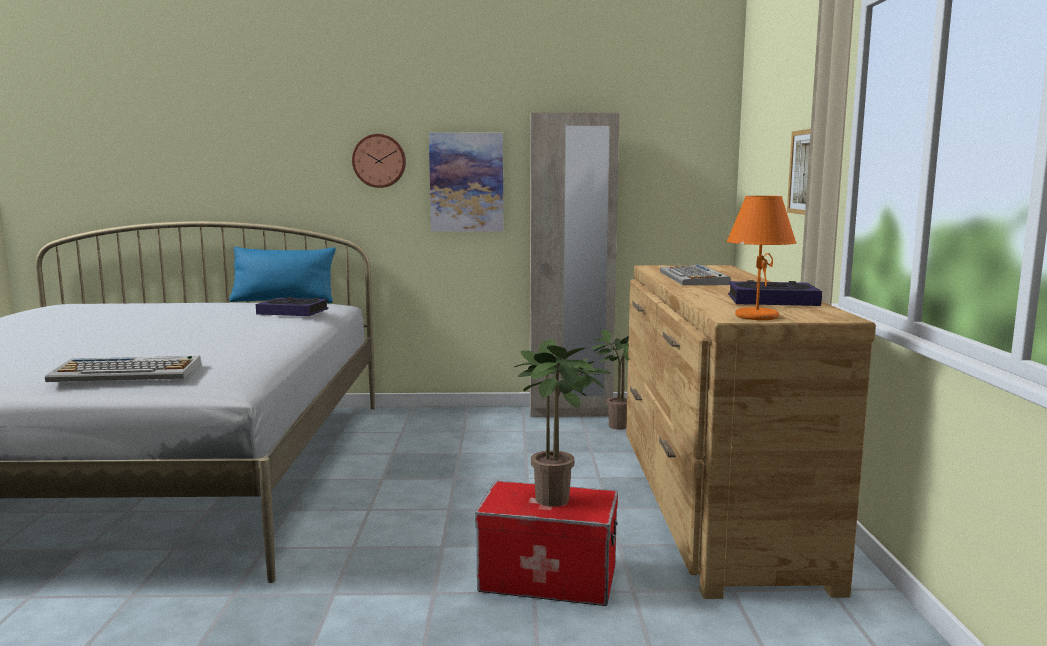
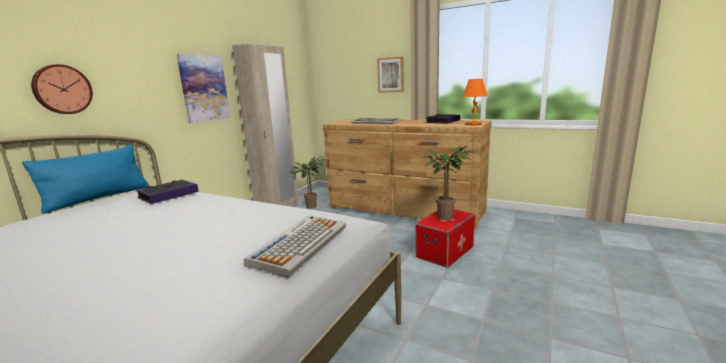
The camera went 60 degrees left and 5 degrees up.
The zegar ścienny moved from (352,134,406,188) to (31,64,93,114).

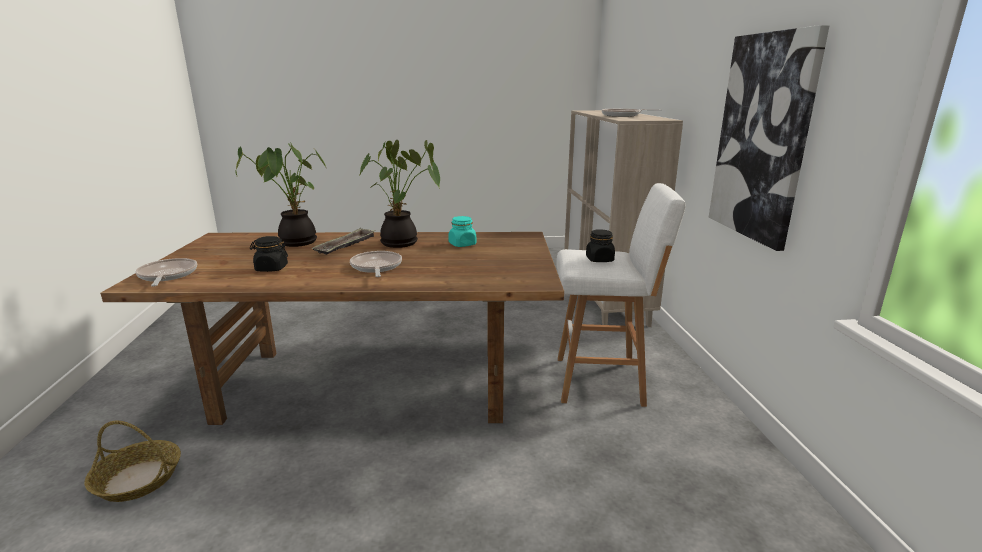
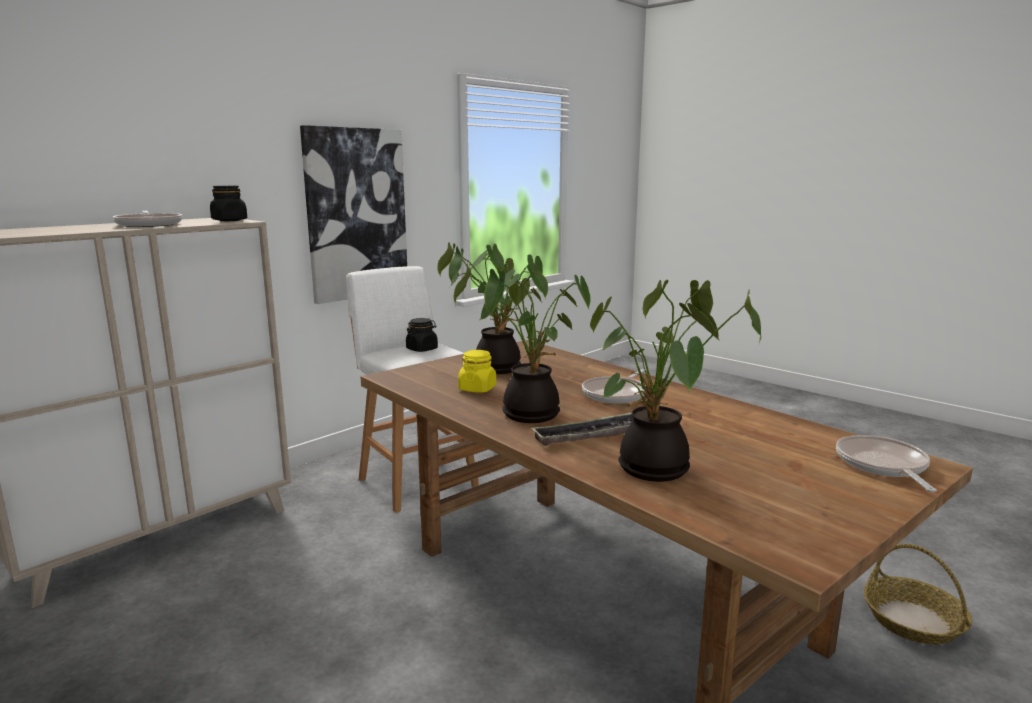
The camera went 130 degrees left and 5 degrees down.
The patelnia at (135,258,197,286) turned 150 degrees clockwise.
The słoik (czarny) moved from (250,236,288,272) to (210,185,247,221).
The słoik (turkusowy) at (448,216,476,247) became the słoik (żółty) at (458,350,496,393).
The roślina doniczkowa at (437,242,543,374) appeared.

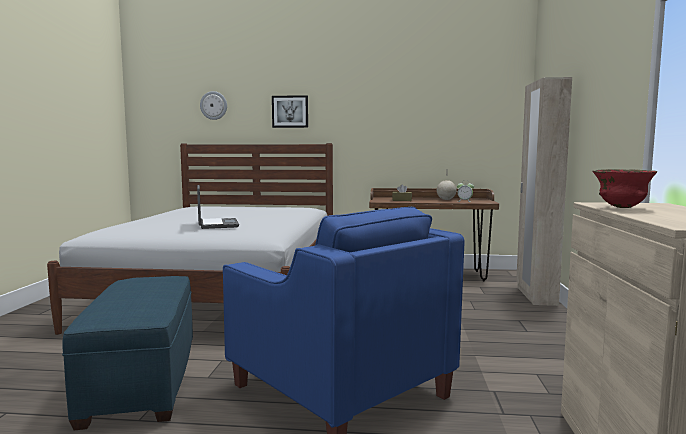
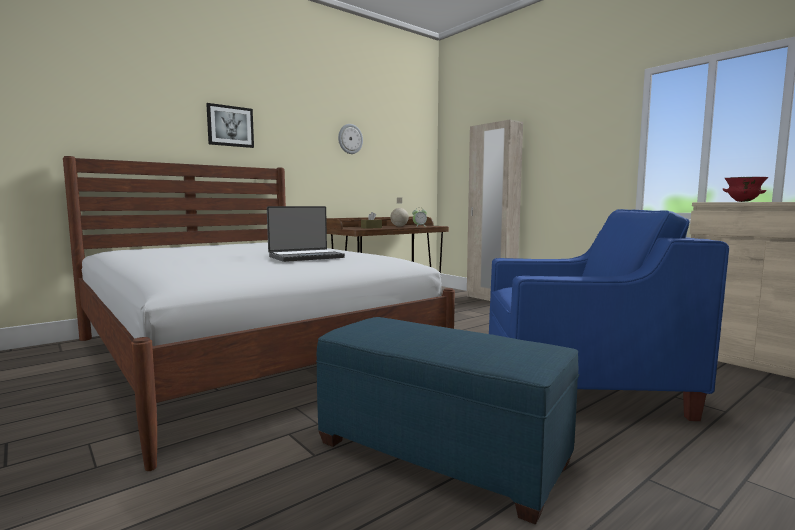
The camera went 45 degrees left and 0 degrees up.
The laptop at (197,185,239,229) turned 120 degrees clockwise.
The zegar ścienny moved from (200,91,227,120) to (338,124,363,154).

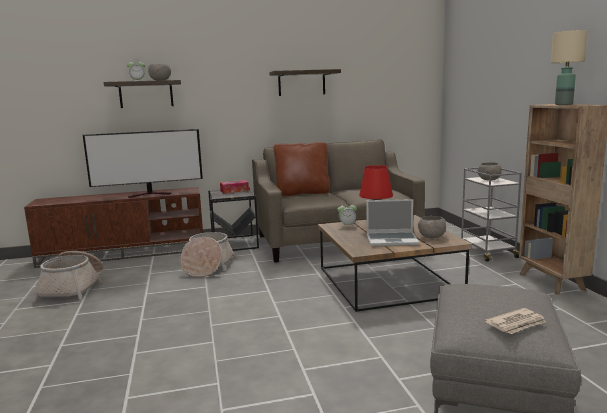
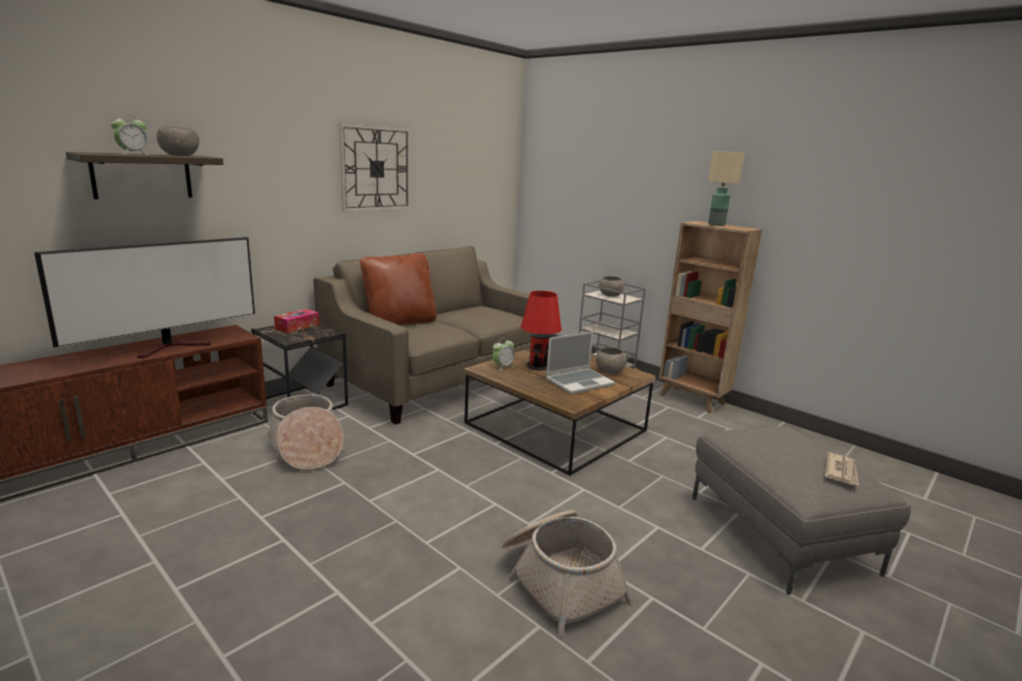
The camera went 35 degrees left and 5 degrees up.
The koszyk moved from (33,251,103,301) to (502,510,633,638).
The półka at (269,69,341,96) was replaced by the zegar ścienny at (339,123,411,212).

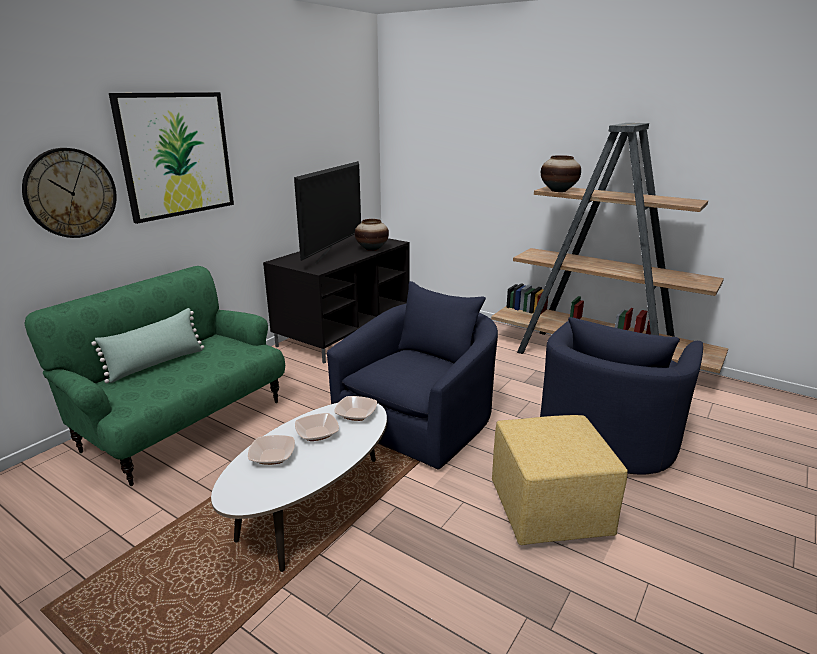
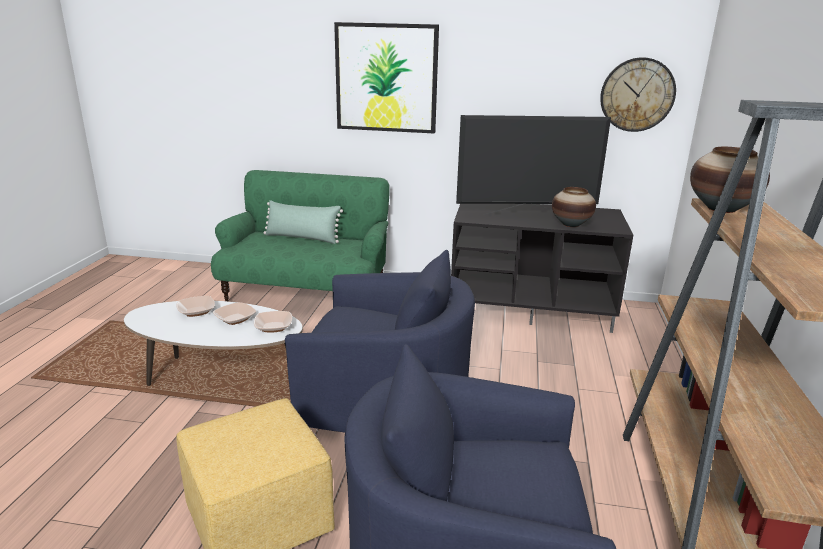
The camera went 65 degrees right and 0 degrees up.
The zegar ścienny moved from (22,148,117,238) to (600,57,676,132).

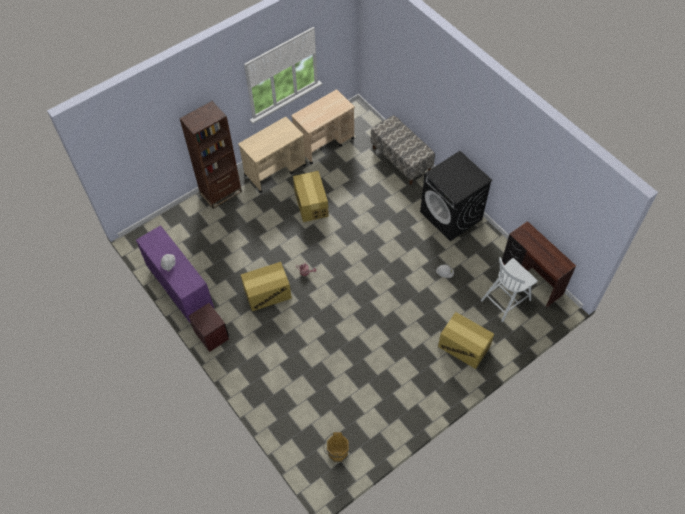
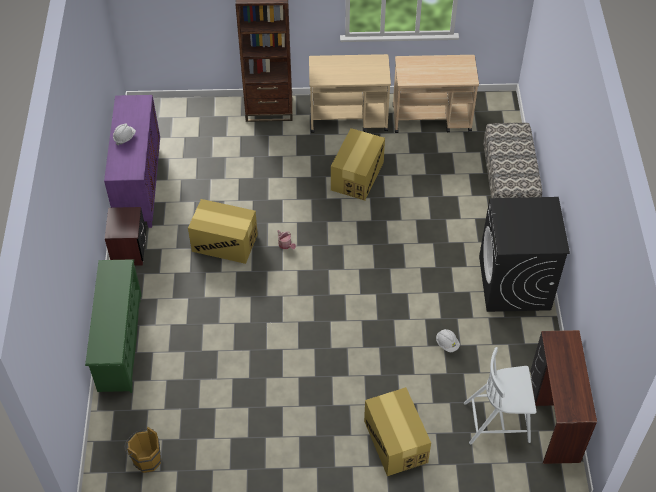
The camera went 35 degrees right and 5 degrees down.
The regał na buty (zielony) at (85,259,142,393) appeared.

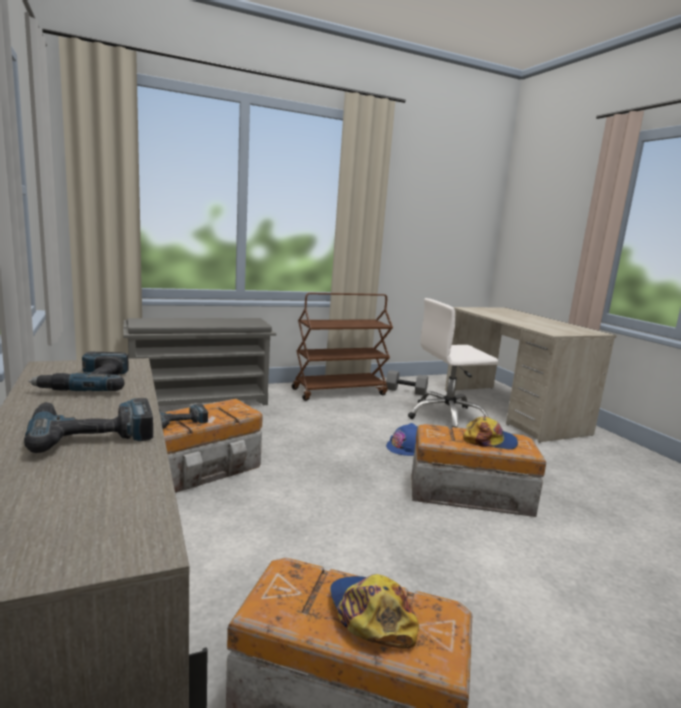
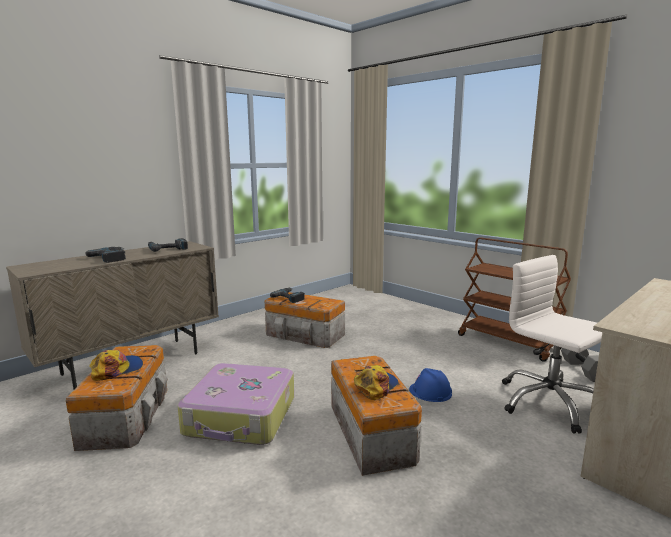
The camera went 70 degrees right and 0 degrees up.
The regał na buty (szary) at (123,318,276,406) disappeared.
The czapka z daszkiem at (463,416,518,450) turned 135 degrees counterclockwise.
The walizka at (177,363,294,445) appeared.

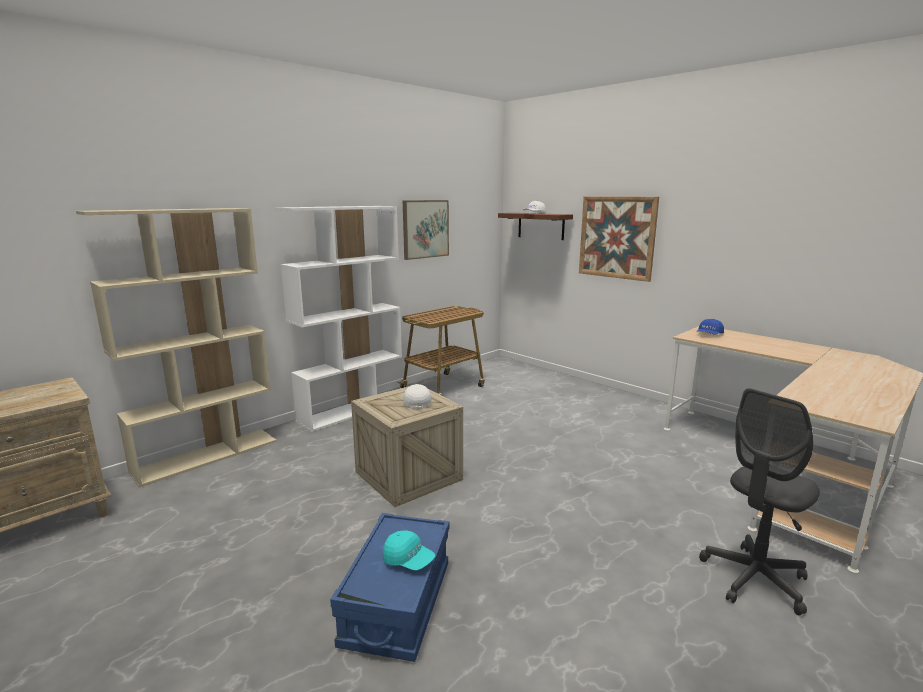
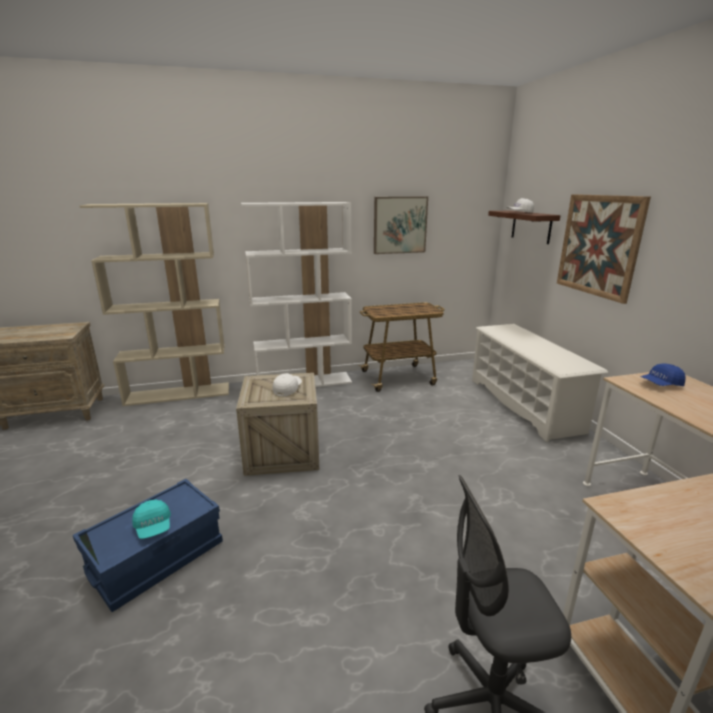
The camera went 30 degrees right and 5 degrees up.
The regał na buty (biały) at (472,324,608,442) appeared.

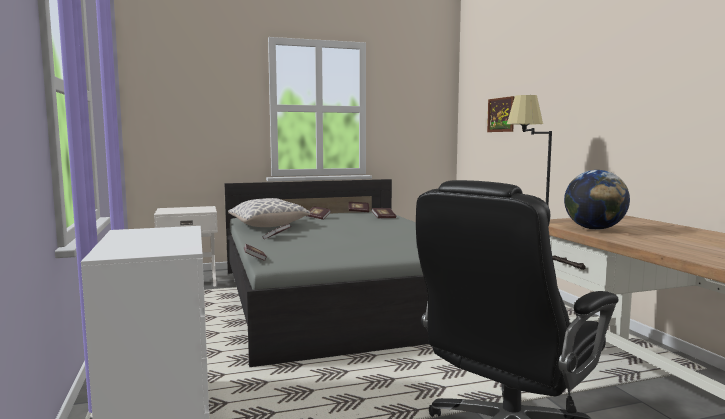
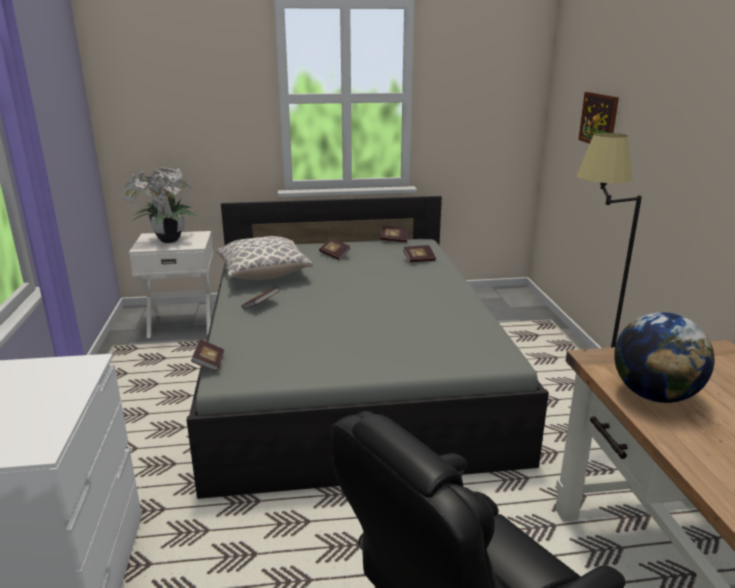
The camera went 10 degrees right and 15 degrees up.
The roślina doniczkowa at (121,167,197,243) appeared.

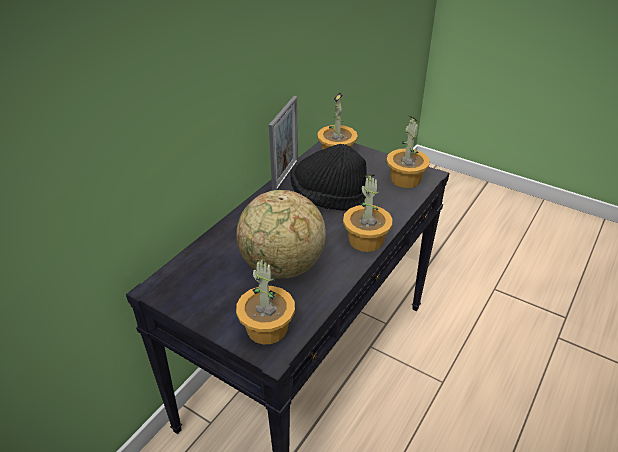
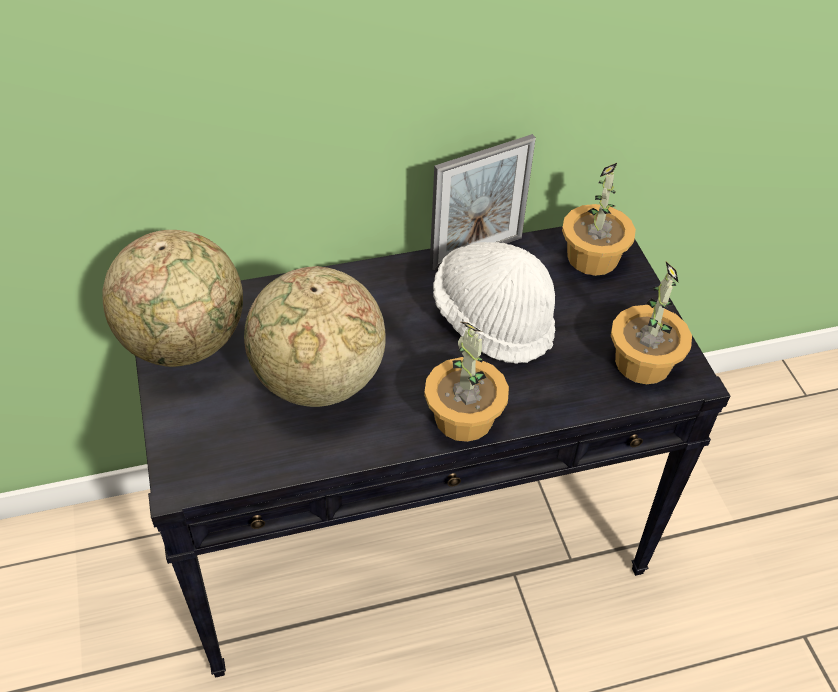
The camera went 40 degrees right and 10 degrees up.
The roślina doniczkowa at (236,259,295,344) disappeared.
The kapelusz (czarny) at (290,144,367,211) became the kapelusz (biały) at (433,242,555,364).
The globus at (102,230,243,367) appeared.

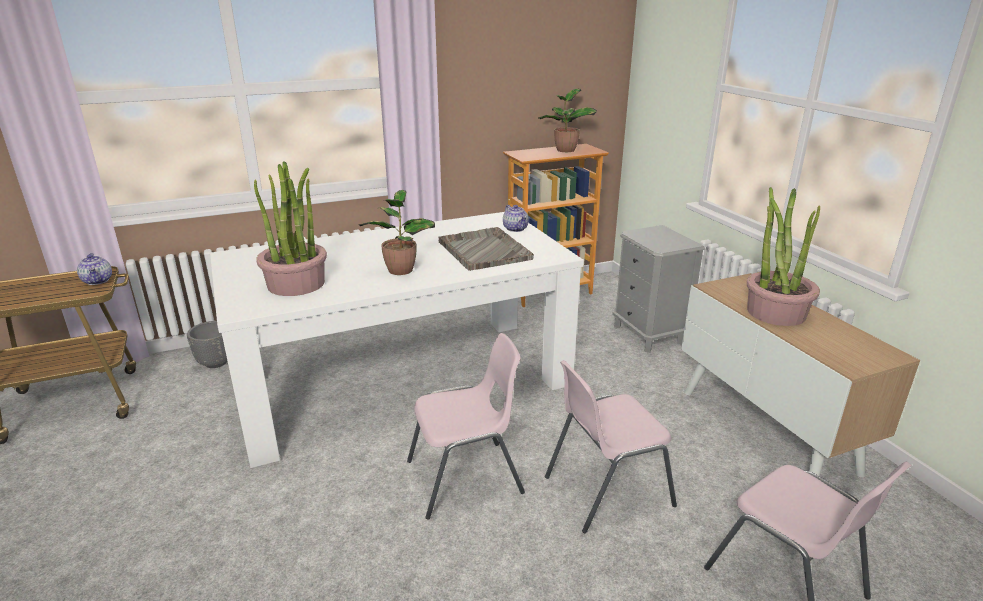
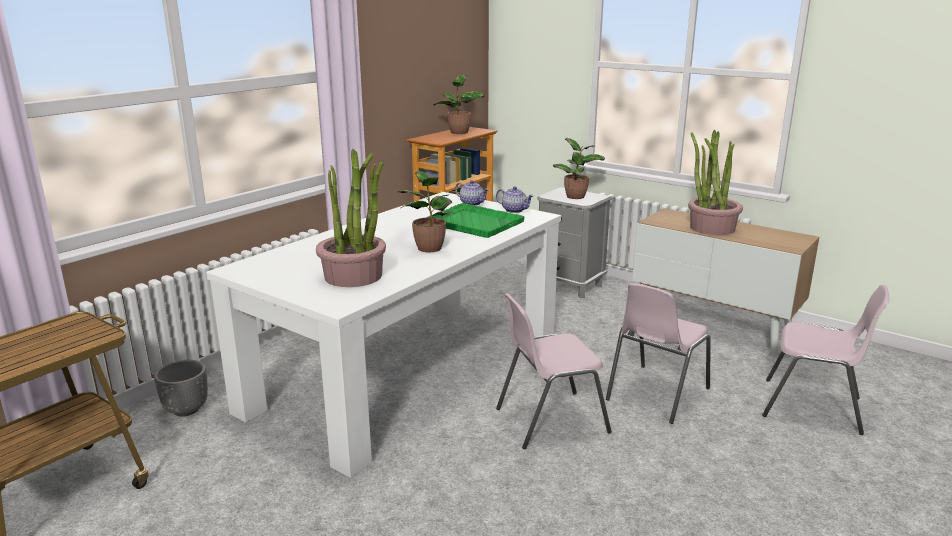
The camera went 30 degrees left and 5 degrees down.
The imbryk moved from (77,253,112,285) to (496,187,534,213).
The krzesło (różowy) at (407,333,525,520) turned 150 degrees counterclockwise.
The taca (szary) at (438,227,534,271) became the taca (zielony) at (426,203,524,238).
The roślina doniczkowa at (553,138,605,199) appeared.

